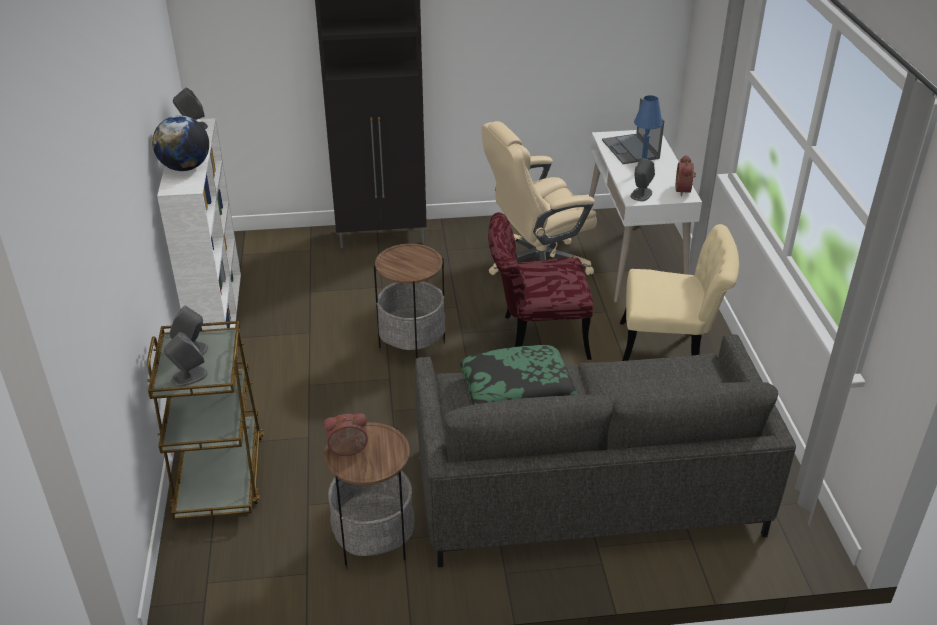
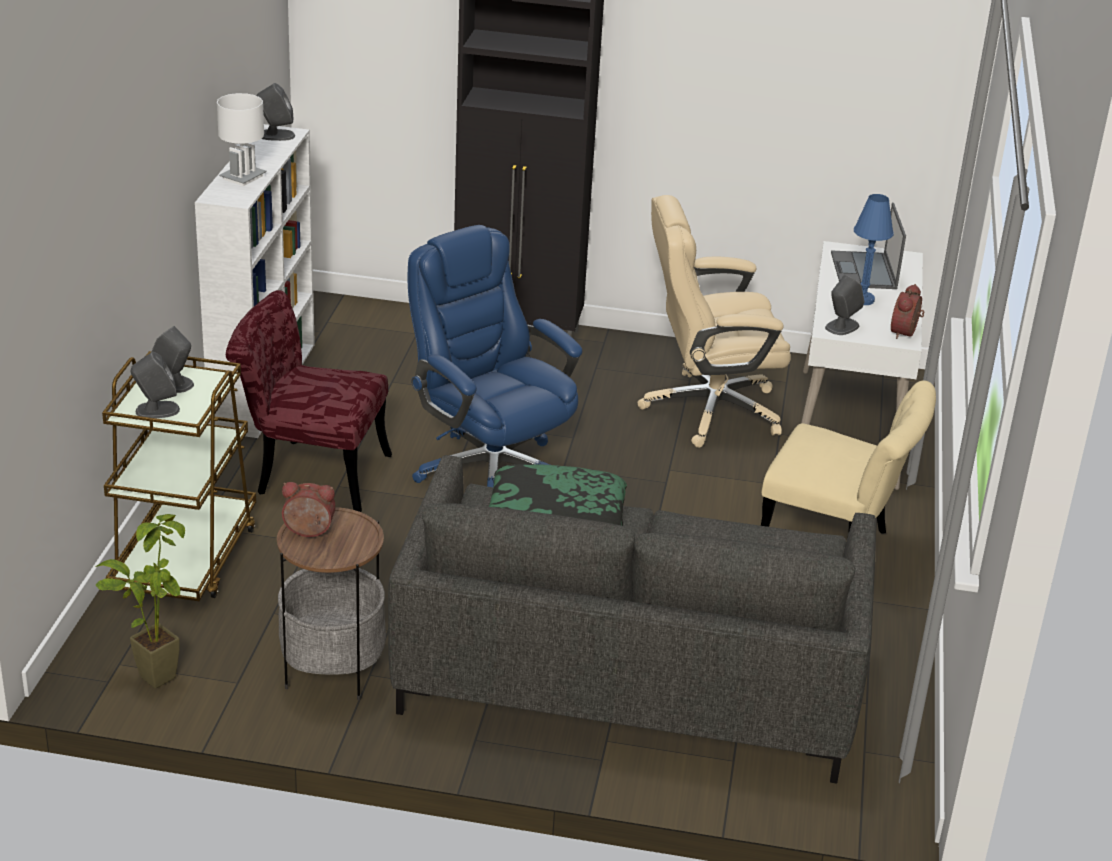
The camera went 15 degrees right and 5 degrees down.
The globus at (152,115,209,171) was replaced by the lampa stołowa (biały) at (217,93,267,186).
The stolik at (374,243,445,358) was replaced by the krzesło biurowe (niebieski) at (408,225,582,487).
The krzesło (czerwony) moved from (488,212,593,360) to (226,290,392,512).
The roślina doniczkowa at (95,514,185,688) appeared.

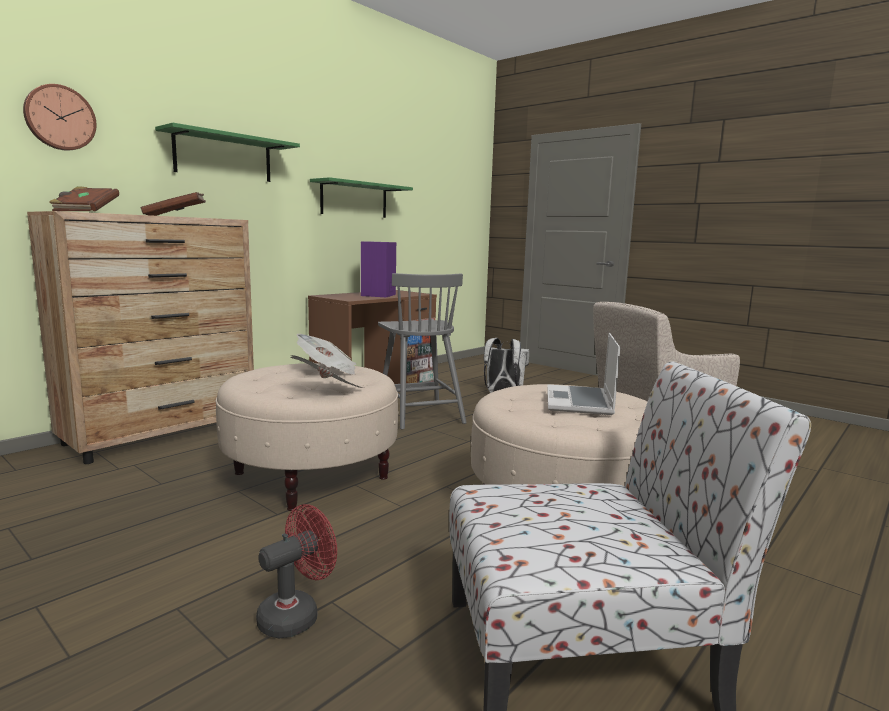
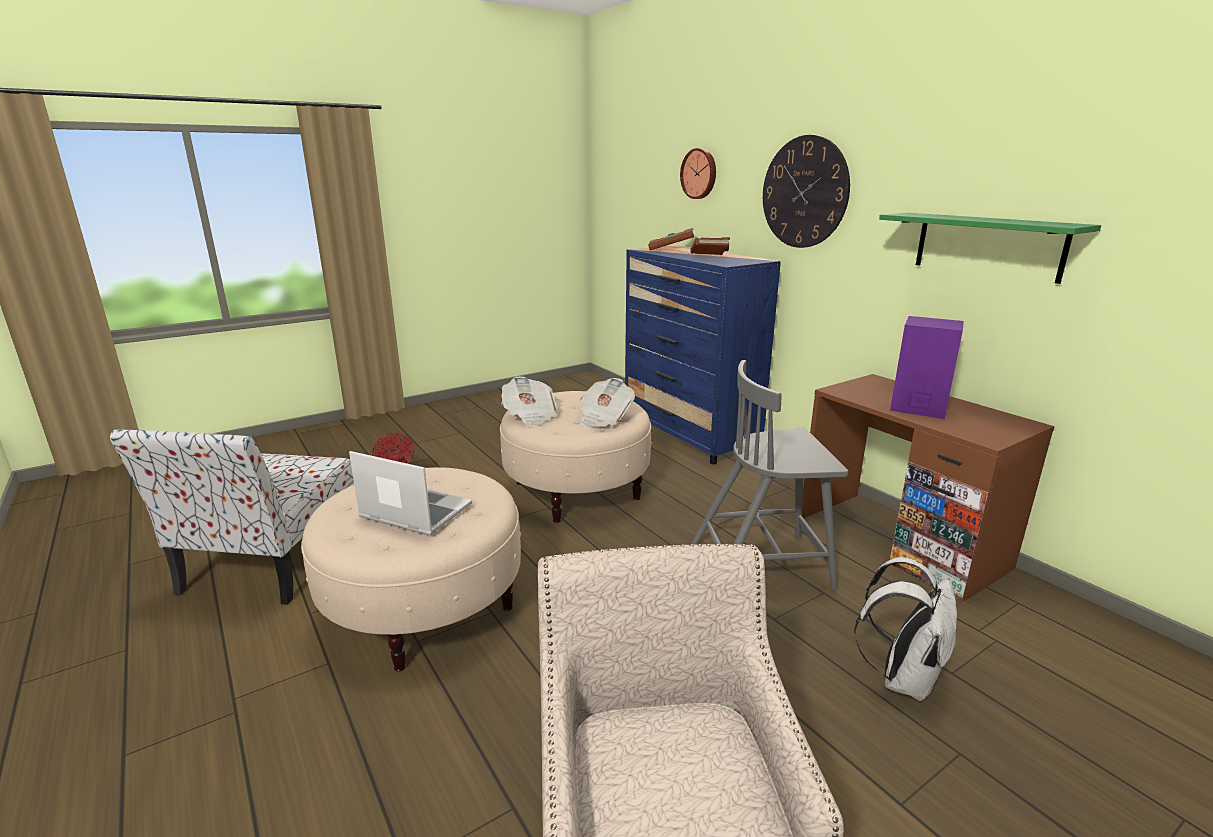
The camera went 105 degrees right and 10 degrees up.
The komoda (brązowy) at (27,211,254,464) became the komoda (niebieski) at (625,245,781,464).
The półka (zielony) at (155,123,300,182) was replaced by the zegar ścienny at (763,135,850,248).

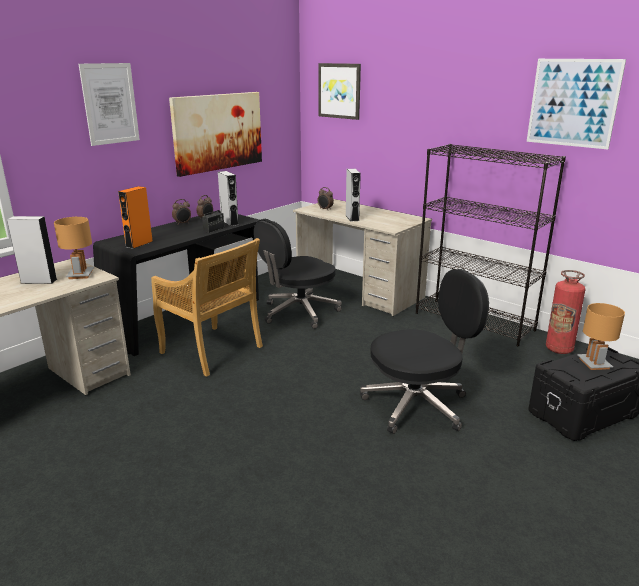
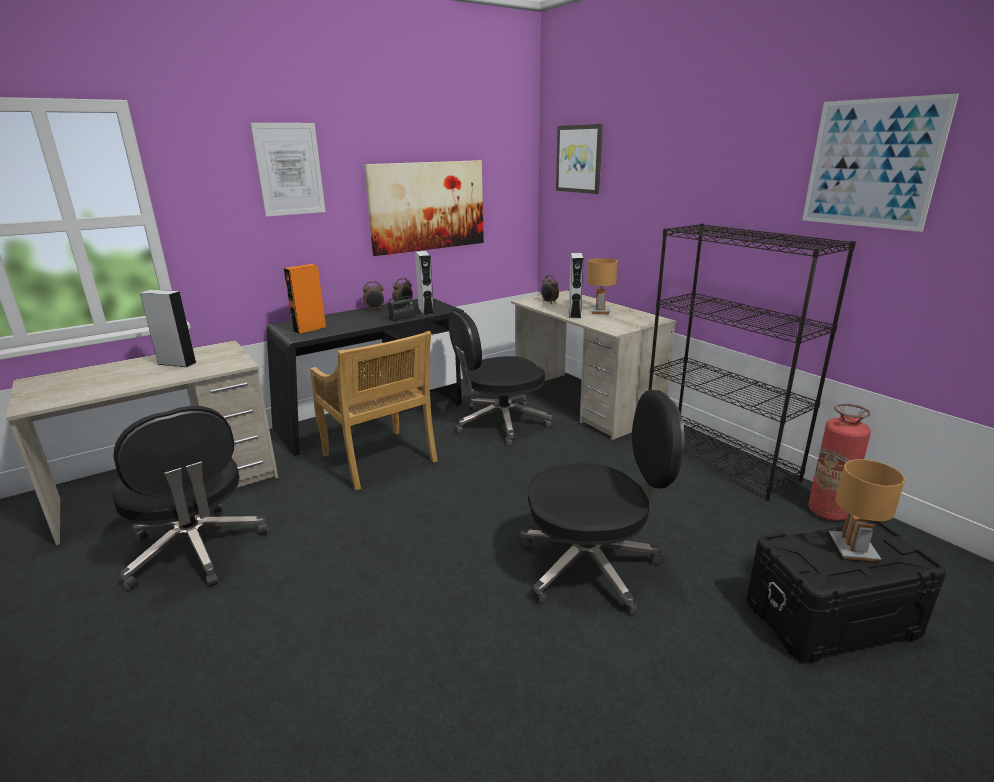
The camera went 15 degrees right and 0 degrees up.
The lampa stołowa (brązowy) moved from (54,217,94,279) to (587,258,618,314).
The krzesło biurowe (czarny) at (111,406,268,591) appeared.

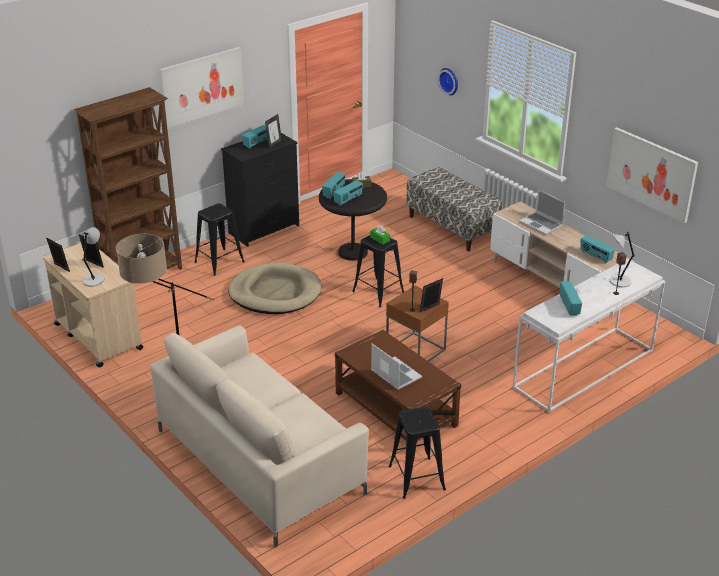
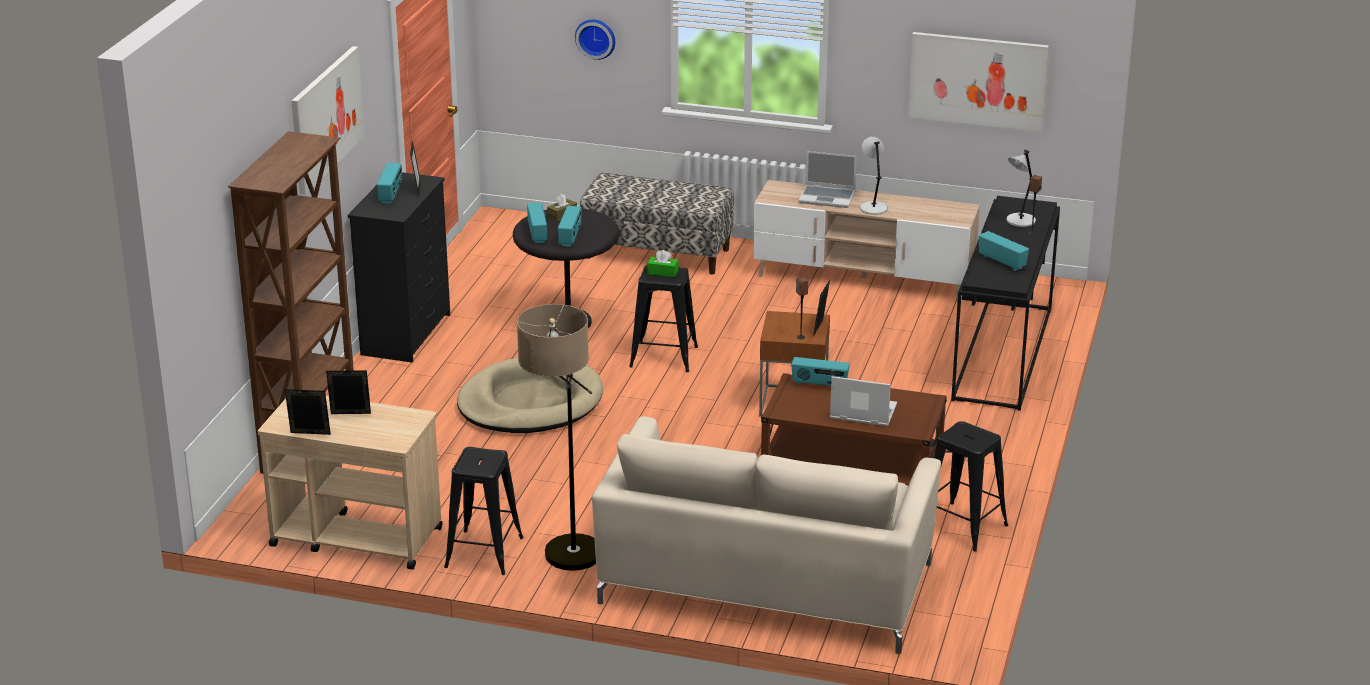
The camera went 35 degrees left and 5 degrees down.
The lampa stołowa (szary) moved from (82,227,104,287) to (860,137,888,215).
The stołek (czarny) moved from (194,203,245,276) to (444,447,524,575).
The stolik konsolowy (biały) at (512,259,665,413) became the stolik konsolowy (czarny) at (951,196,1060,411).
The radio moved from (580,235,615,264) to (791,357,850,386).

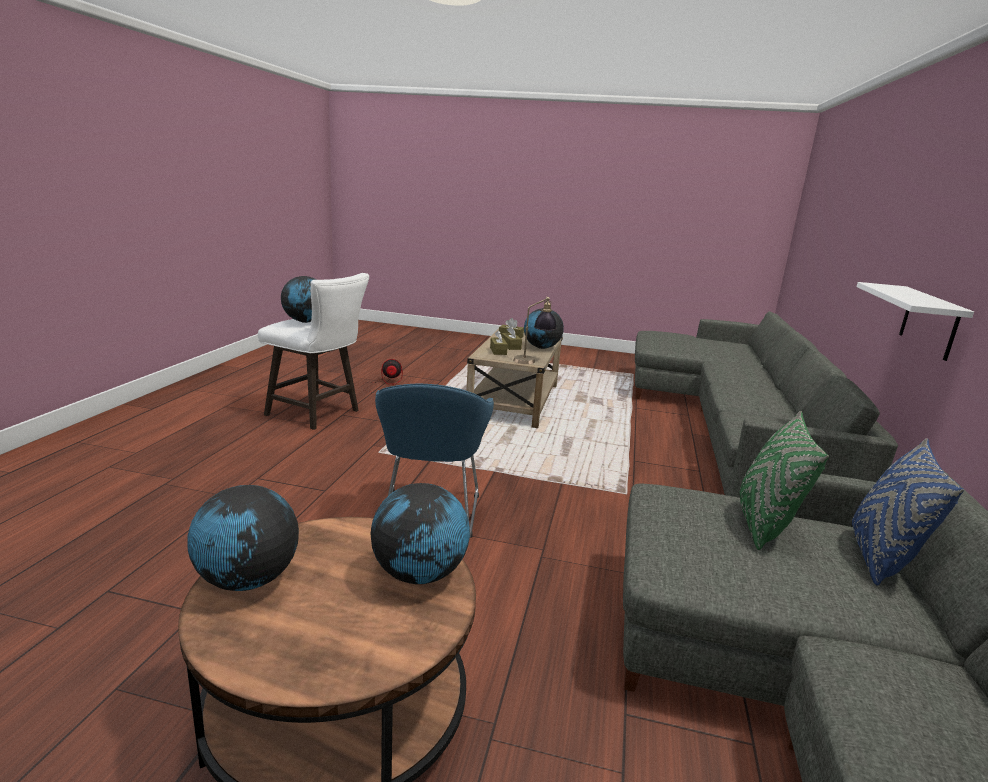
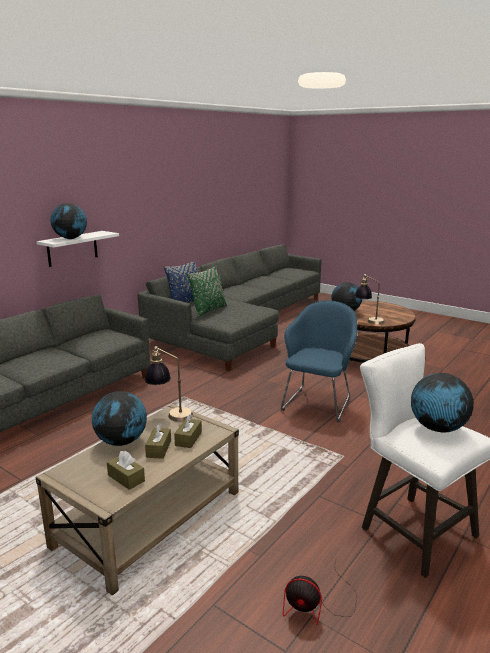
The camera went 155 degrees left and 0 degrees up.
The globus moved from (187,485,299,591) to (50,203,87,239).
The lampa stołowa at (355,274,384,324) appeared.

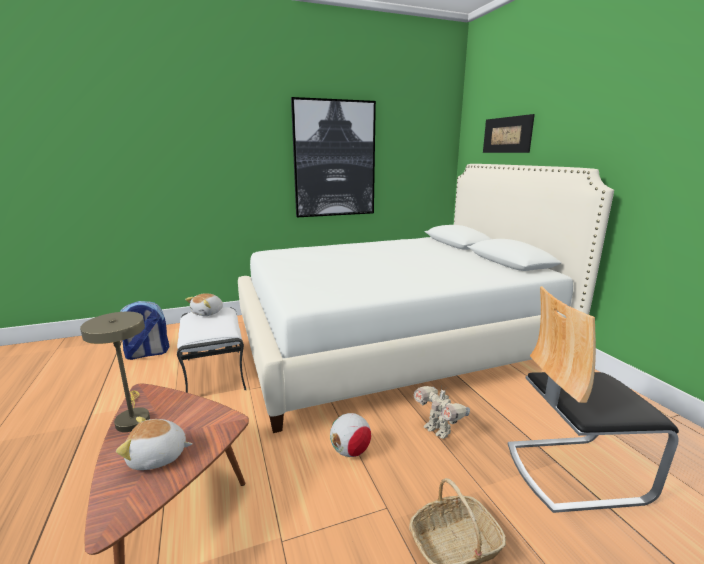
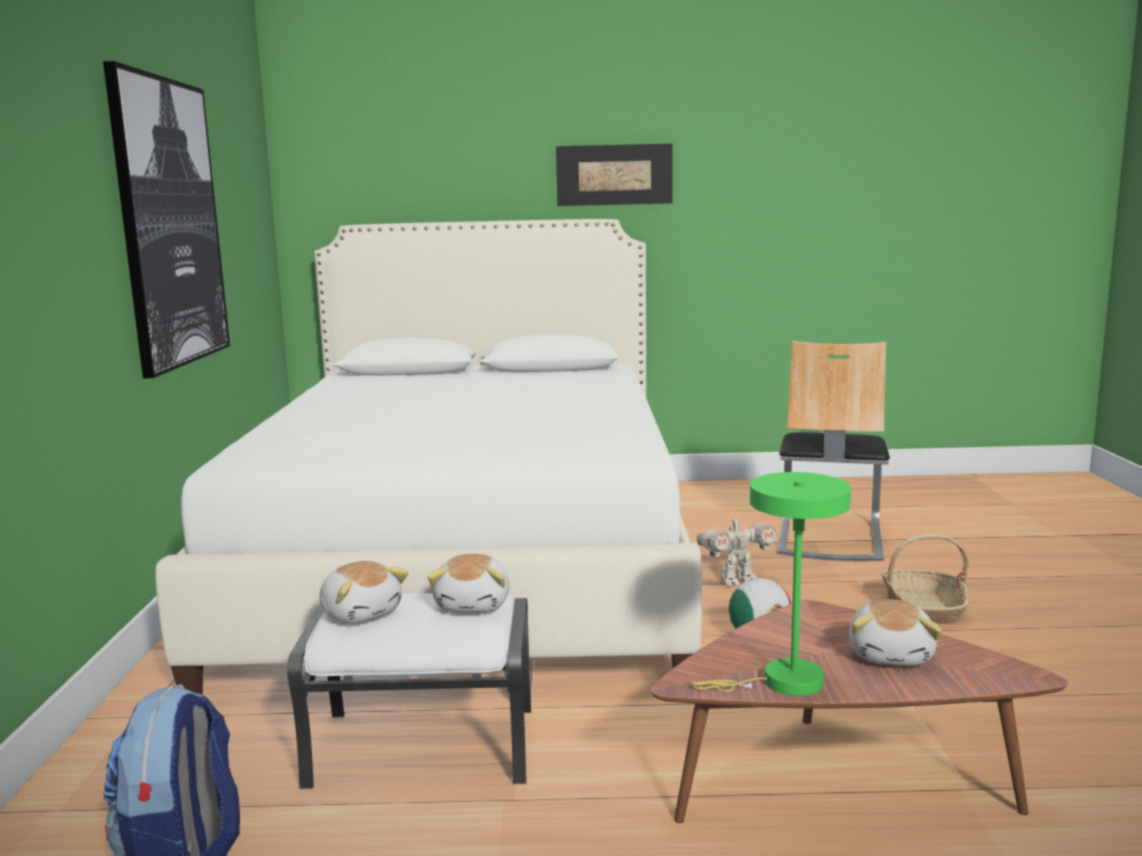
The camera went 70 degrees left and 5 degrees down.
The lampa stołowa (beżowy) at (80,312,150,432) became the lampa stołowa (zielony) at (691,472,851,696).
The obraz moved from (483,114,535,153) to (556,144,673,206).
The pluszak at (427,554,510,613) appeared.

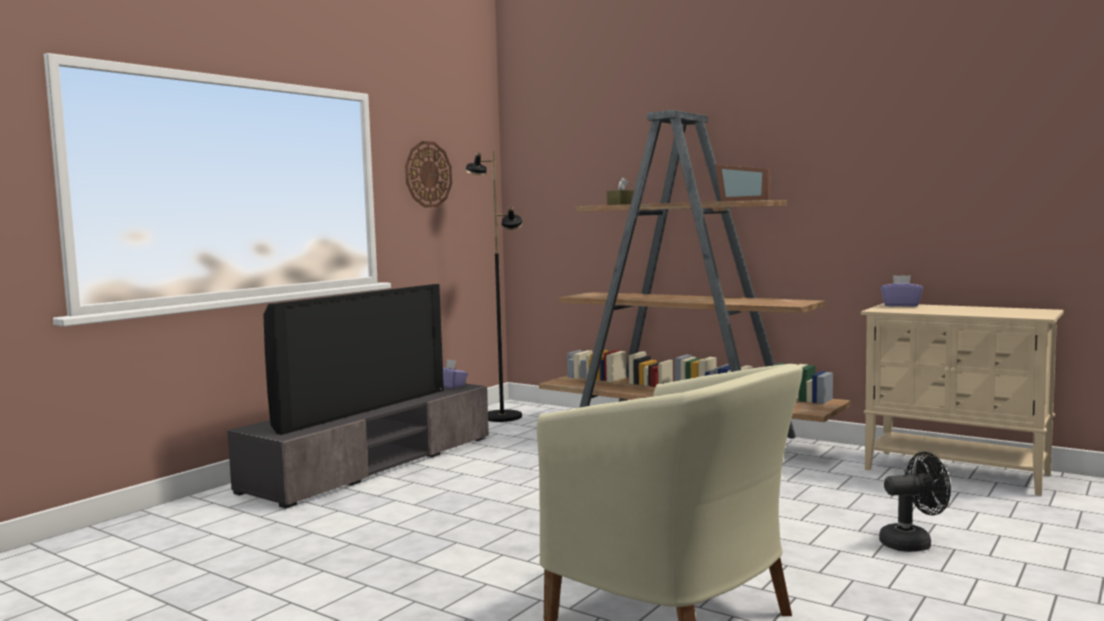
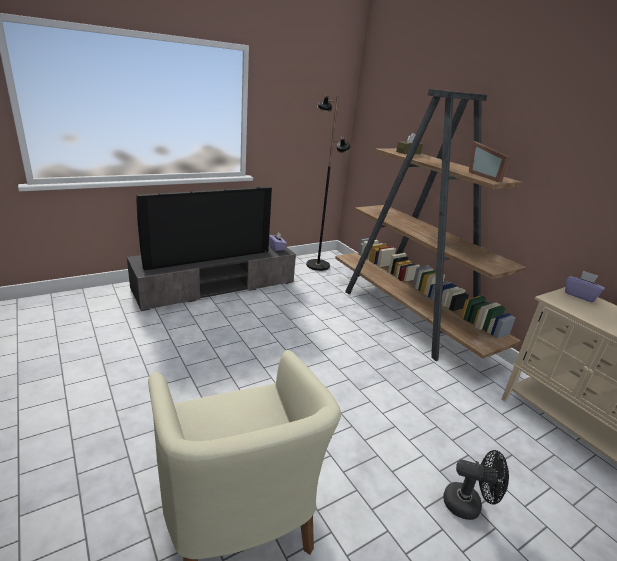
The camera went 20 degrees right and 20 degrees up.
The zegar ścienny at (405,141,452,207) disappeared.

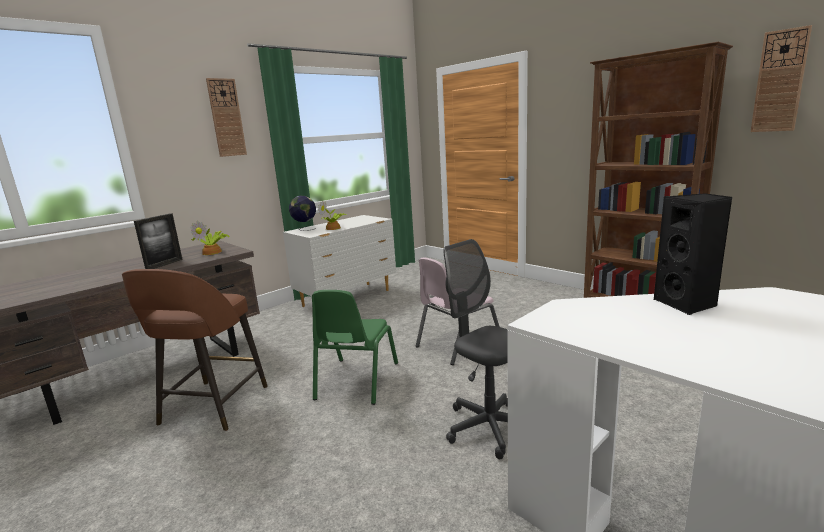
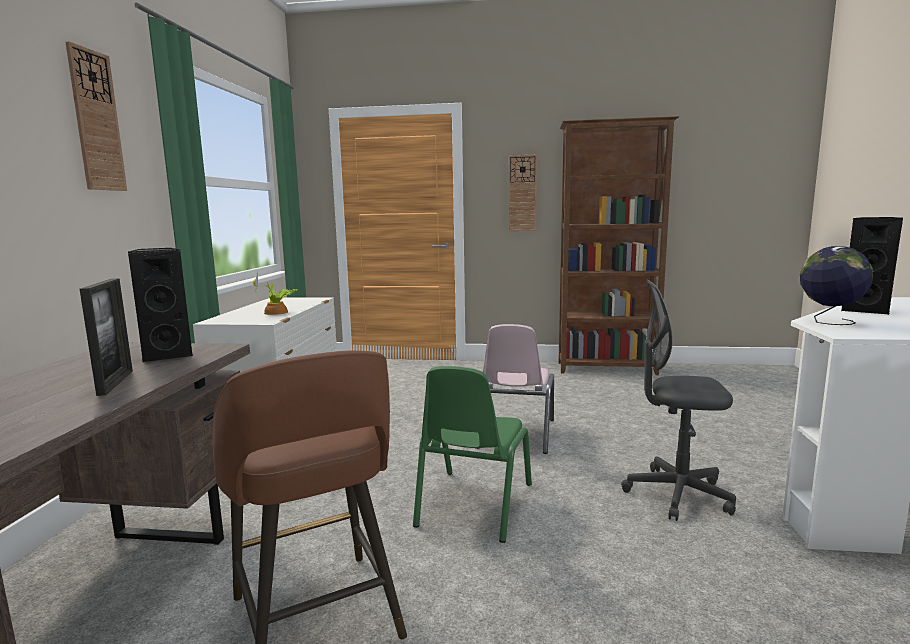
The camera went 40 degrees left and 5 degrees down.
The roślina doniczkowa at (190,221,230,255) was replaced by the głośnik (czarny) at (128,248,193,362).
The globus moved from (289,196,316,231) to (800,246,873,325).
The krzesło (zielony) at (312,290,398,405) turned 45 degrees clockwise.
The zegar ścienny moved from (751,25,812,132) to (509,154,537,231).

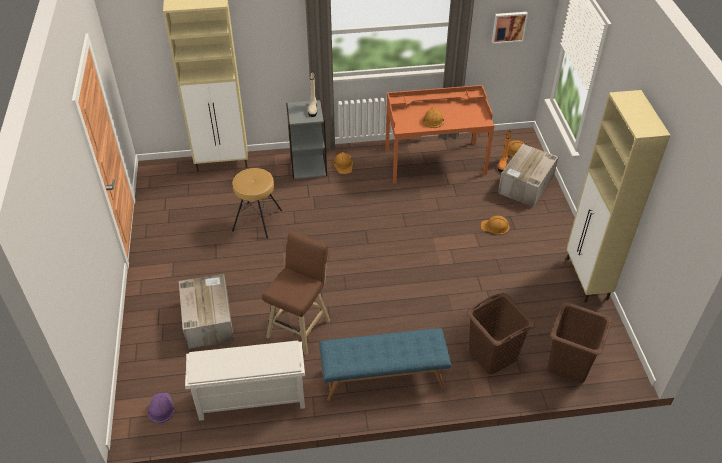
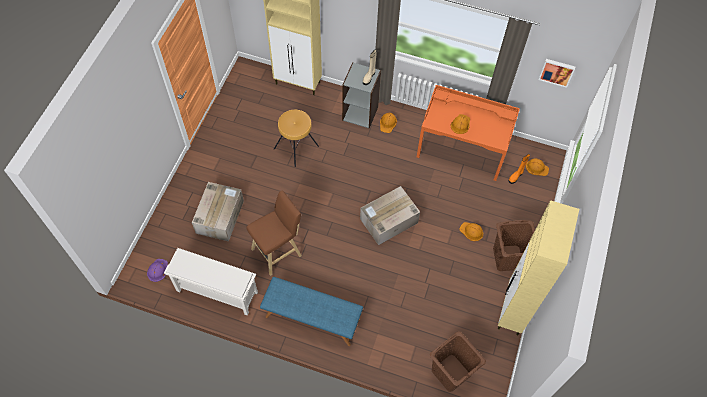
The camera went 25 degrees right and 15 degrees up.
The kosz na pranie (brązowy) moved from (466,293,535,374) to (493,220,535,271).
The karton moved from (498,144,558,207) to (360,186,420,245).

